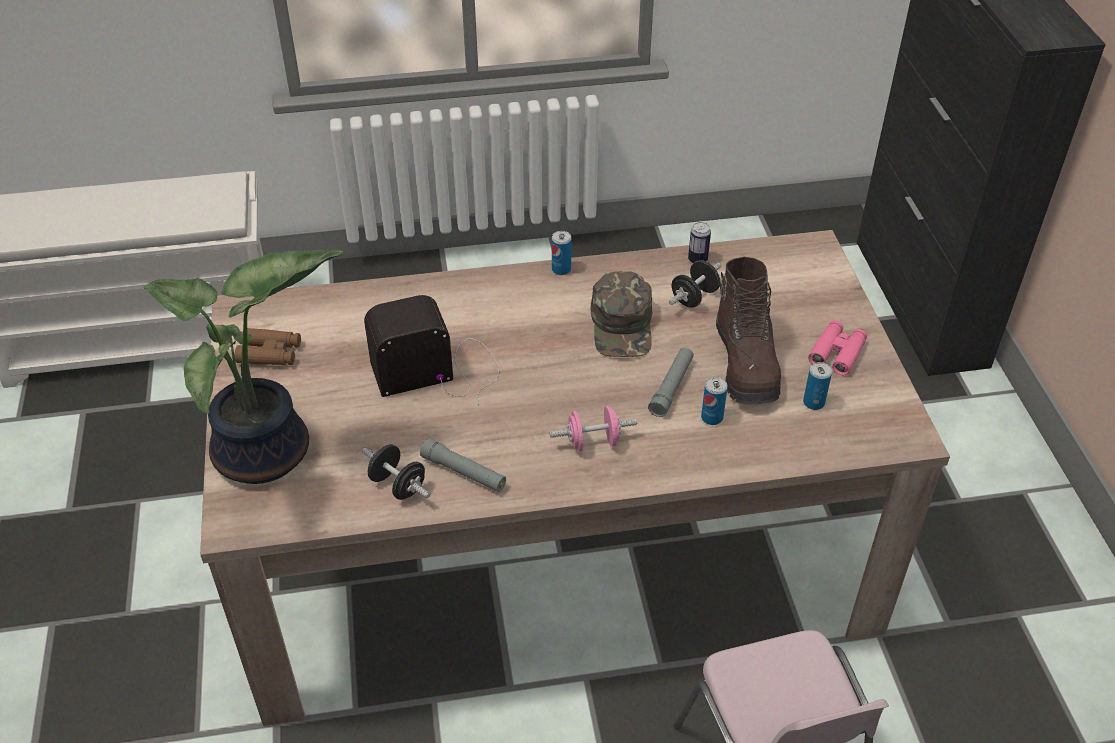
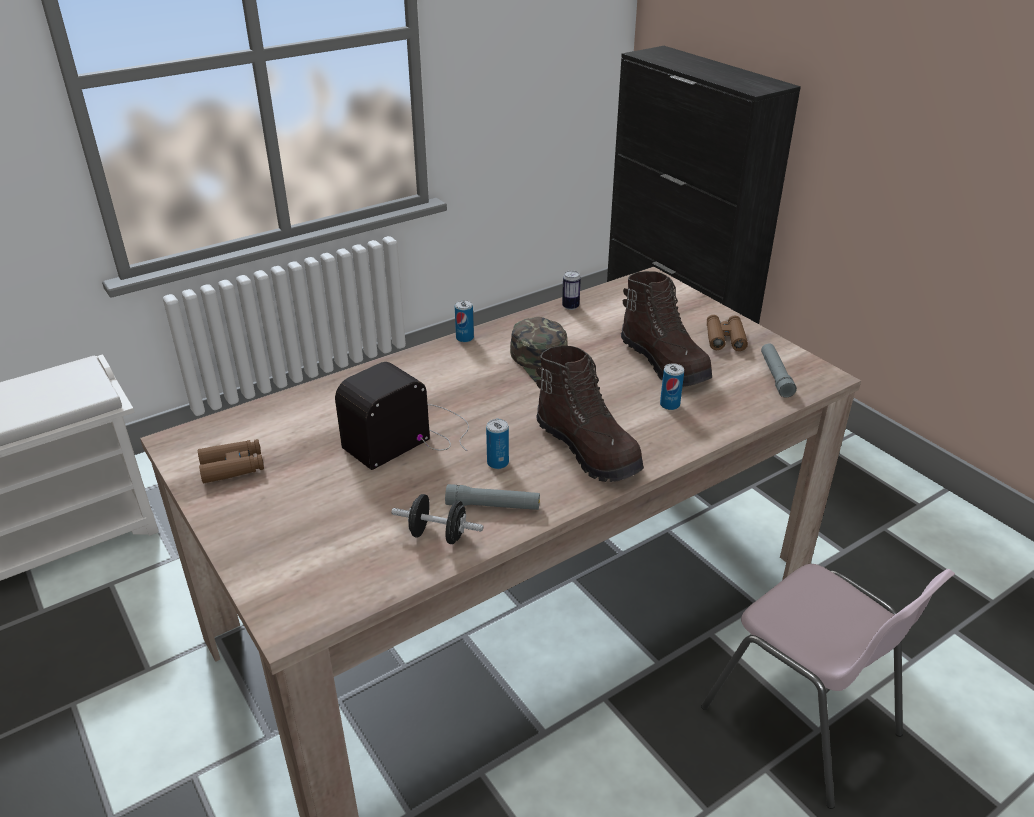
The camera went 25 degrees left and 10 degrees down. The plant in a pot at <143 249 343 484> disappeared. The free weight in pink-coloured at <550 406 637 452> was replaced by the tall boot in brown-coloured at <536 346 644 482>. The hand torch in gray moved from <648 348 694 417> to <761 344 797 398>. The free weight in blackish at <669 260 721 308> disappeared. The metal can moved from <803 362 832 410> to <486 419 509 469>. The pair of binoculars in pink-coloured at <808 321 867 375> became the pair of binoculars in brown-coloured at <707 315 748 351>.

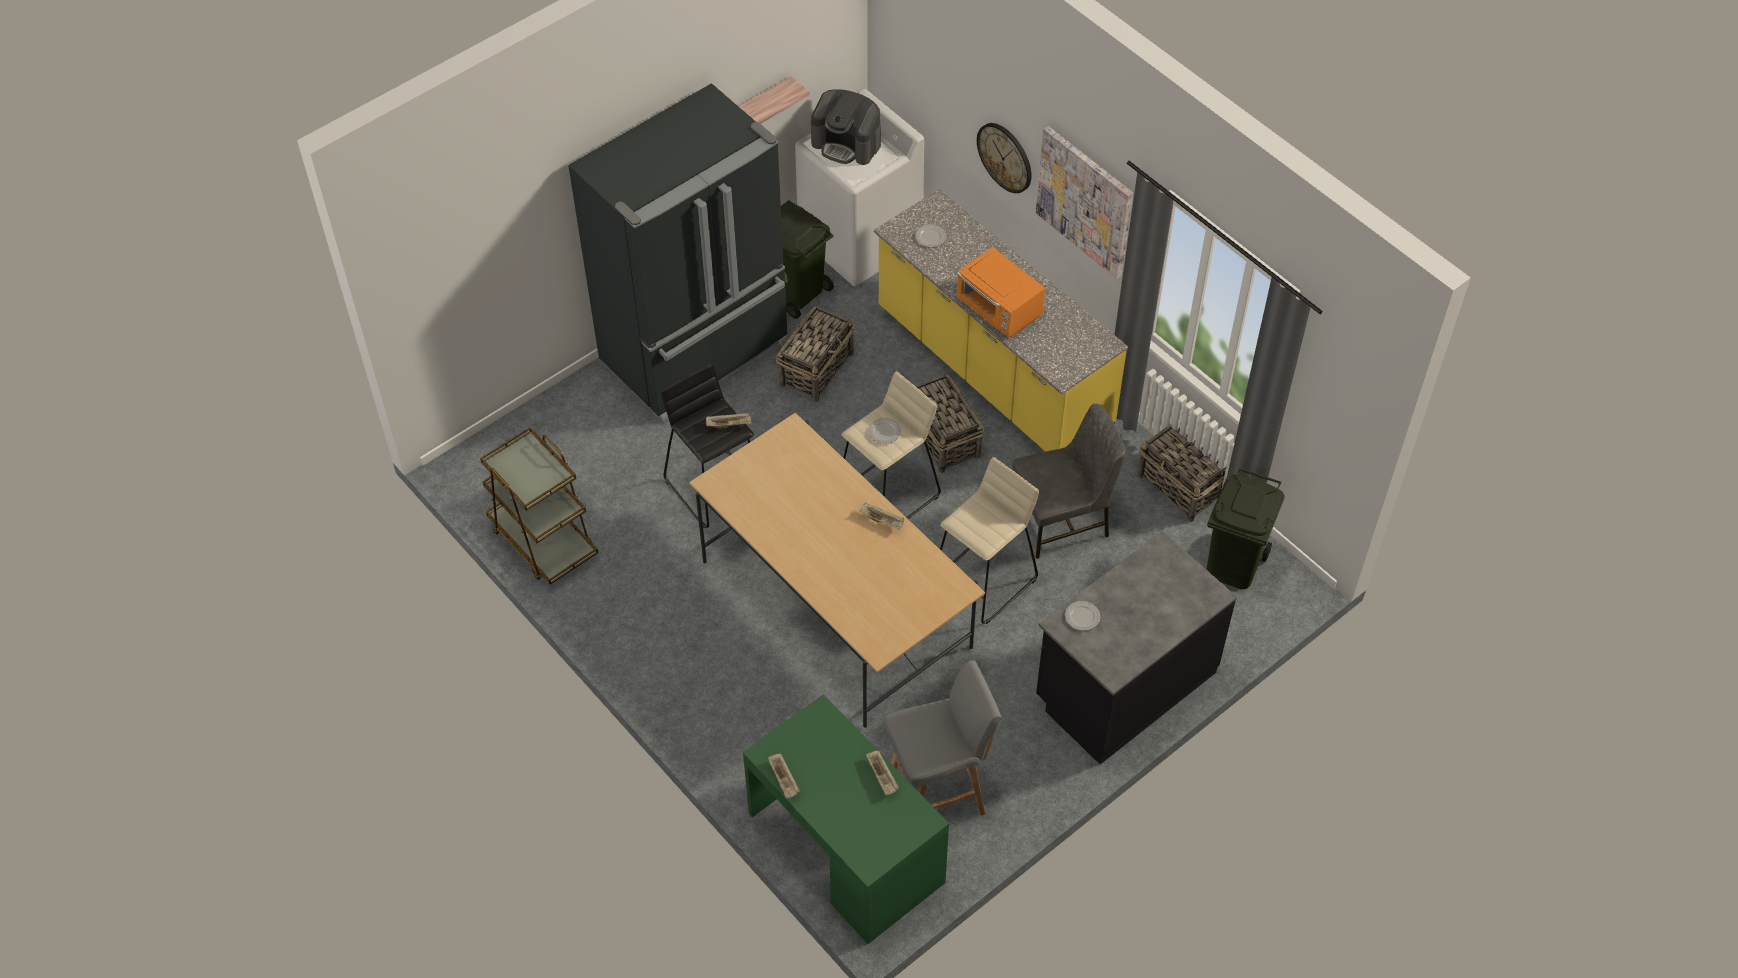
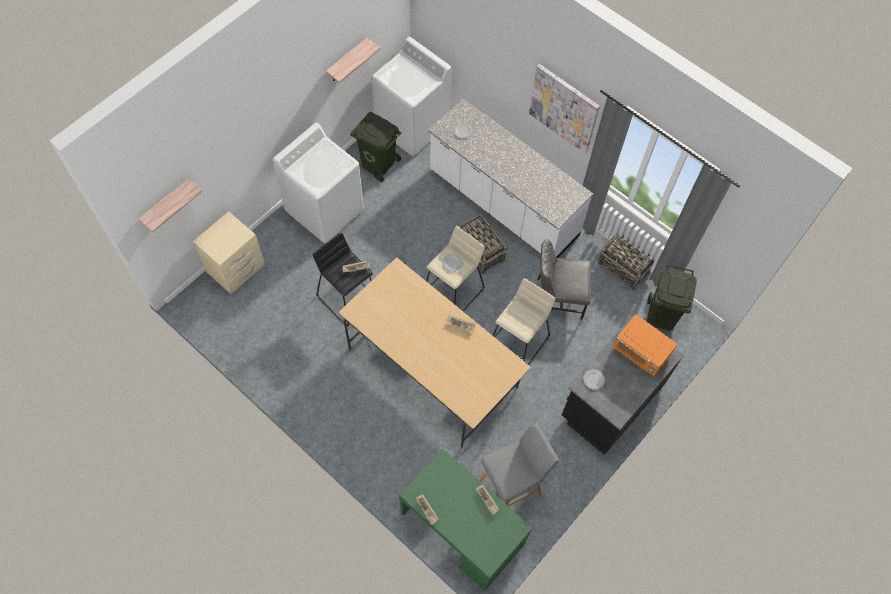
The camera went 10 degrees left and 10 degrees up. The cart in brown-coloured at <480 427 598 585> disappeared. The refrigerator in blackish at <568 83 788 423> was replaced by the laundry machine in white at <273 123 364 244>. The basket at <776 306 855 402> disappeared. The coffee brewer at <811 90 881 165> disappeared. The kitchen counter in yellow at <874 189 1128 452> became the kitchen counter in white at <428 98 593 258>. The microwave in orange moved from <957 247 1045 337> to <612 314 678 377>. The hanging clock at <977 123 1032 193> disappeared. The plain chair in gray at <1012 403 1126 559> turned 150 degrees counterclockwise. The wall shelf at <138 179 202 232> appeared. The nightstand in sand-coloured at <193 211 265 294> appeared.

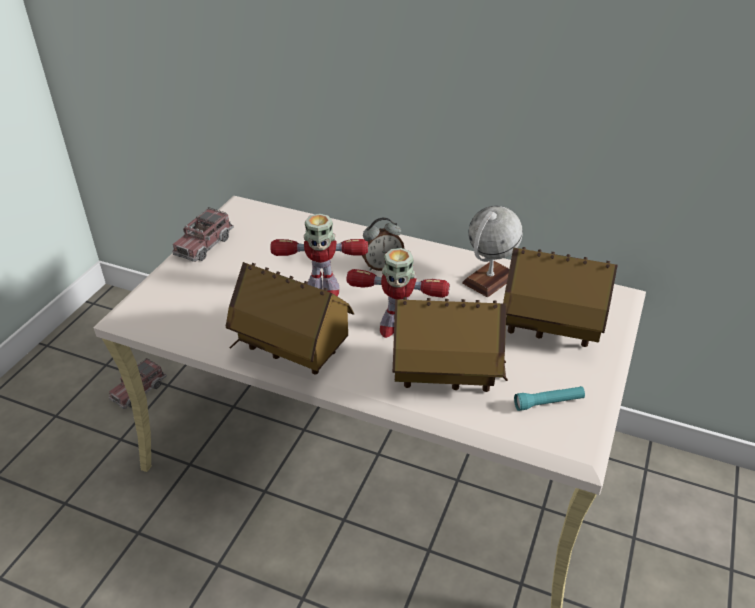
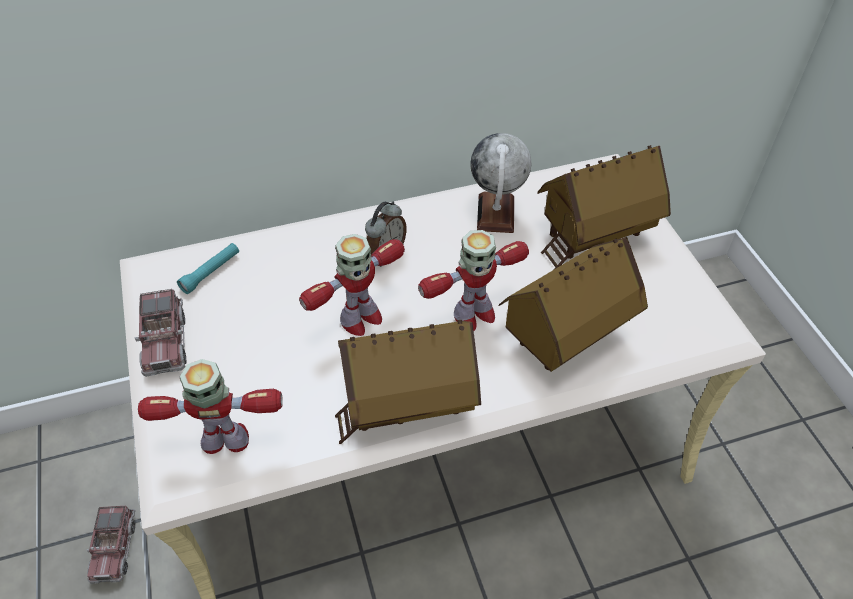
The camera went 40 degrees left and 10 degrees up. The hand torch in turquoise moved from <514 386 585 411> to <177 243 239 294>. The robot figure at <138 359 283 454> appeared.

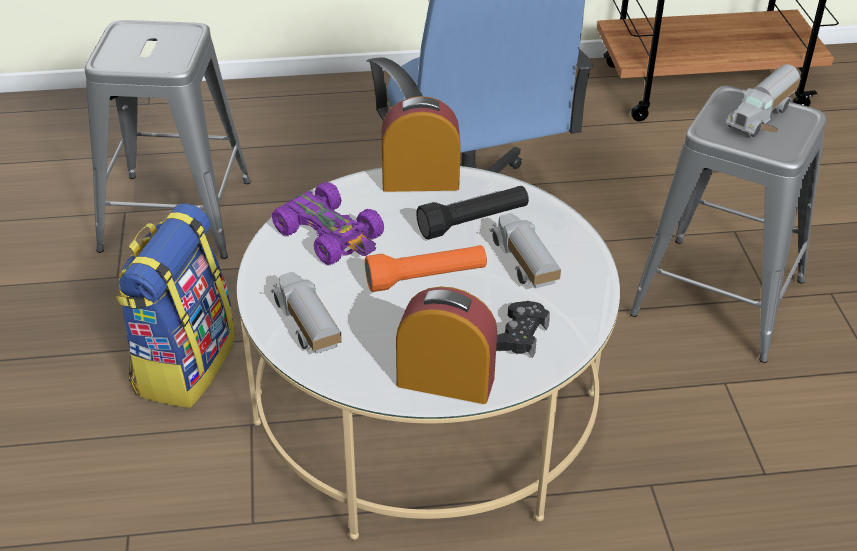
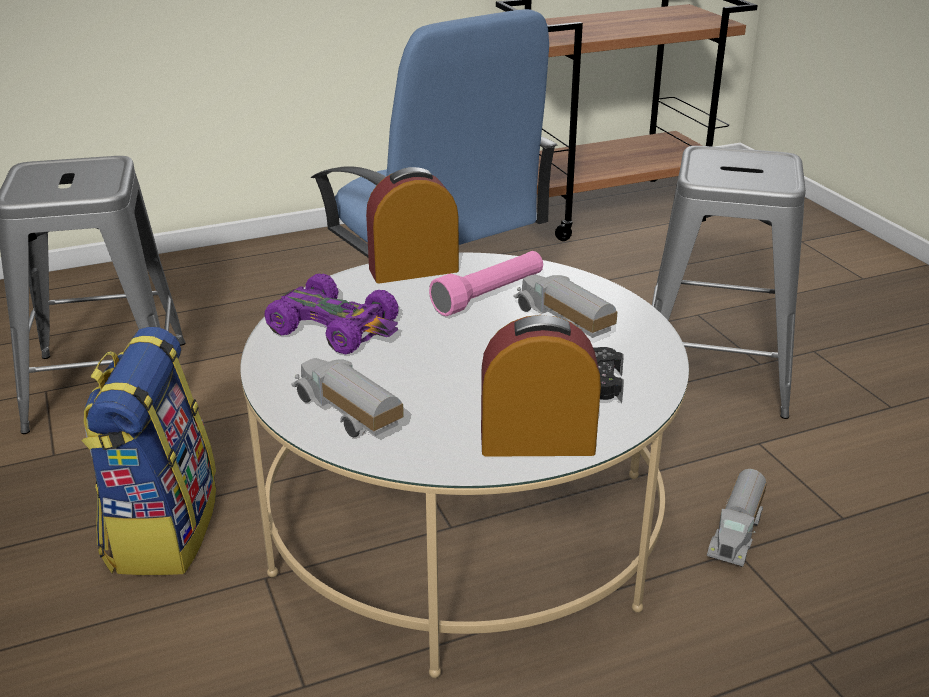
The camera went 15 degrees left and 10 degrees down. The hand torch in orange at <365 245 487 292> disappeared. The hand torch in blackish at <416 186 529 239> became the hand torch in pink-coloured at <429 251 543 316>. The toy lorry moved from <725 64 801 137> to <707 469 767 567>.

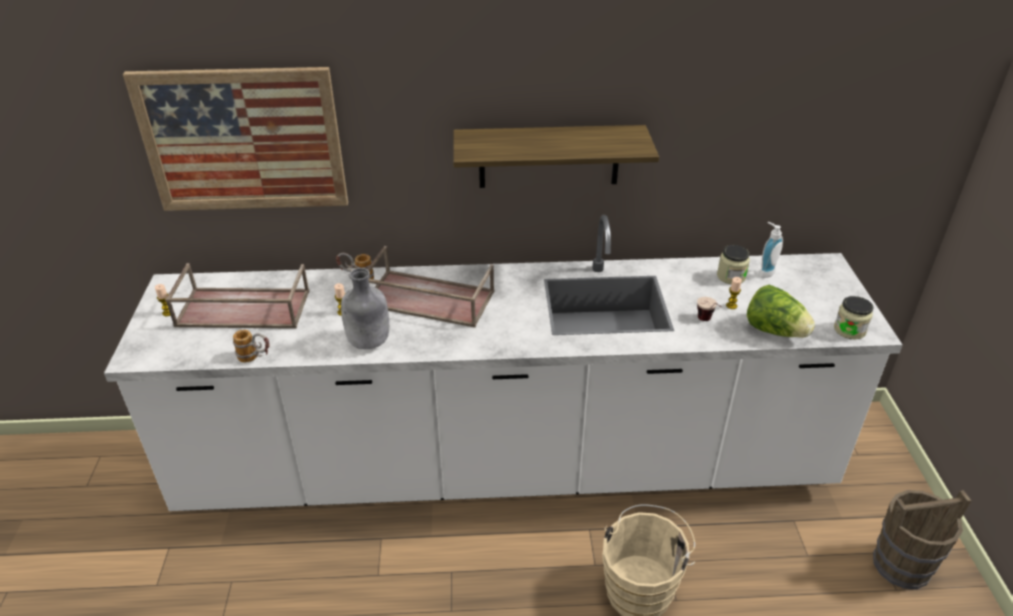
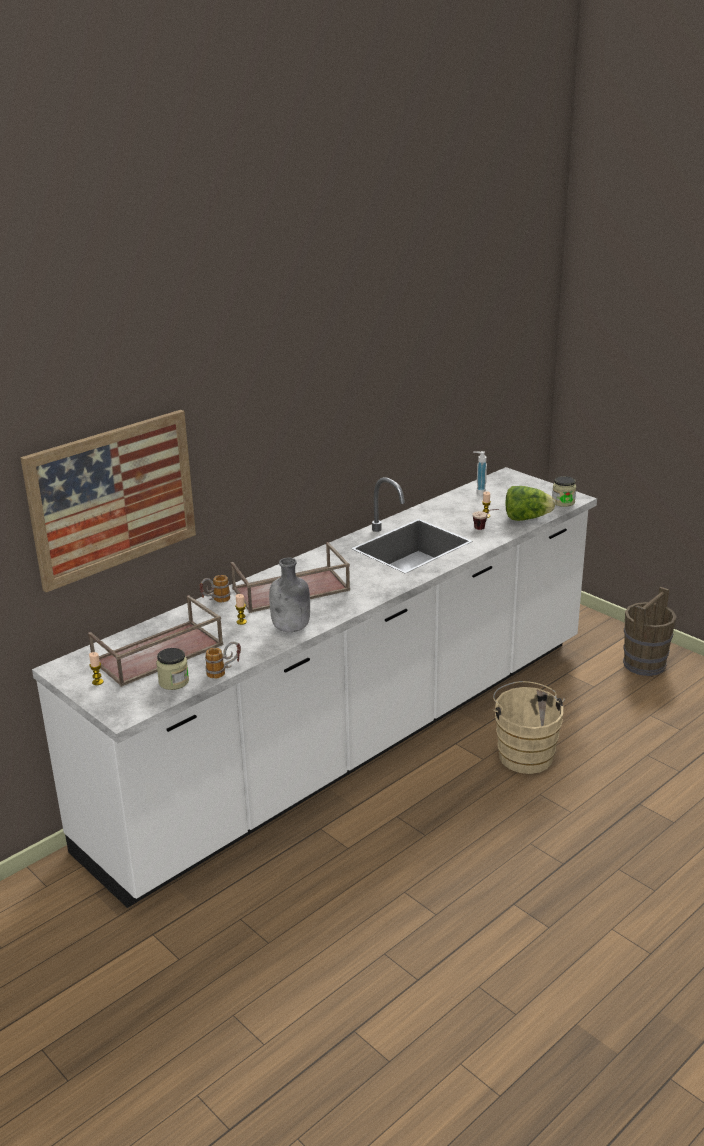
The camera went 40 degrees left and 10 degrees down. The wall shelf at <453 125 659 188> disappeared. The jar moved from <717 245 750 284> to <156 648 189 690>.

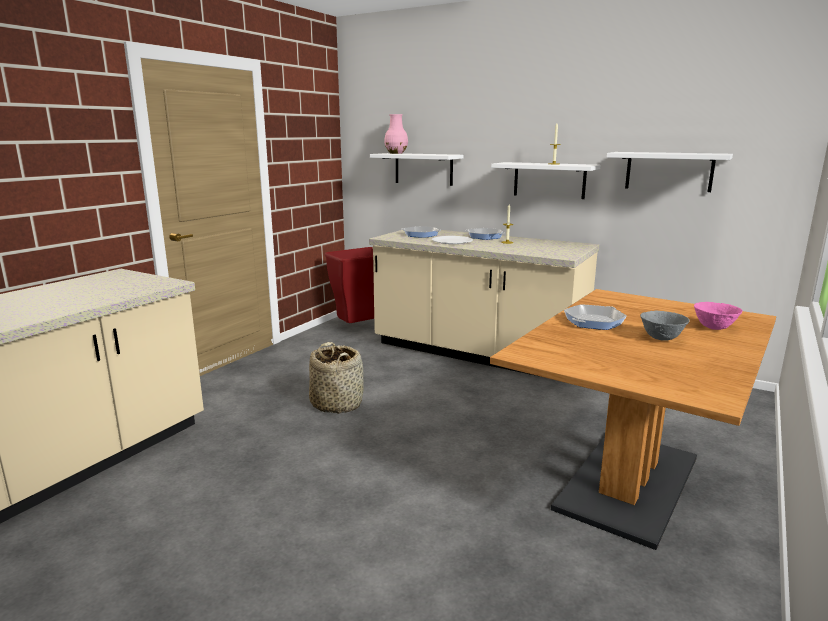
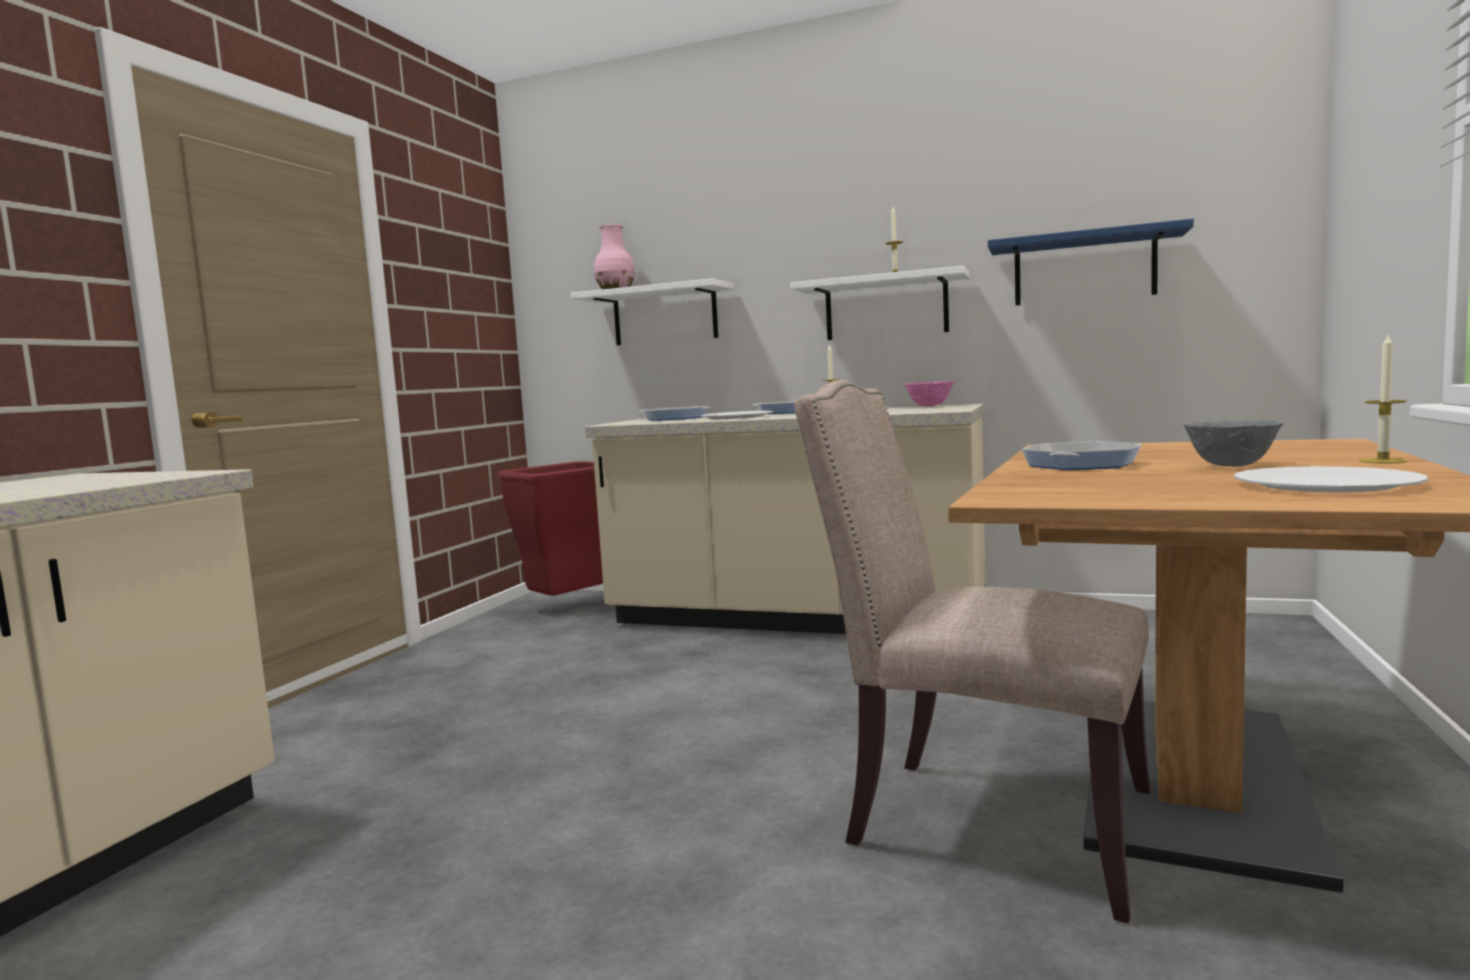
The camera went 10 degrees left and 10 degrees down. The basket at <309 342 364 414> disappeared. The wall shelf in white at <606 152 733 192> became the wall shelf in blue at <988 219 1194 306>. The deep dish in pink-coloured moved from <694 302 743 330> to <905 381 954 406>. The plain chair in sand-coloured at <795 380 1151 924> appeared. The plate in white at <1234 466 1428 493> appeared. The wax candle at <1359 335 1408 463> appeared.

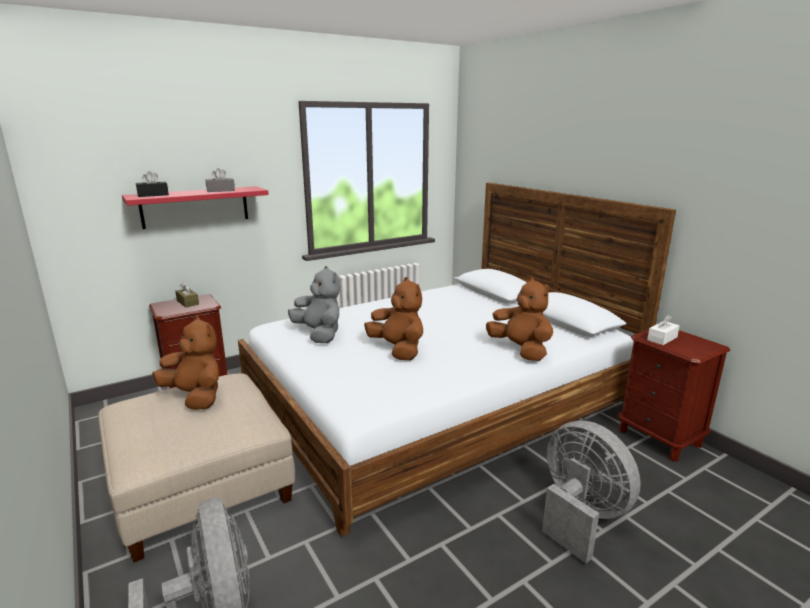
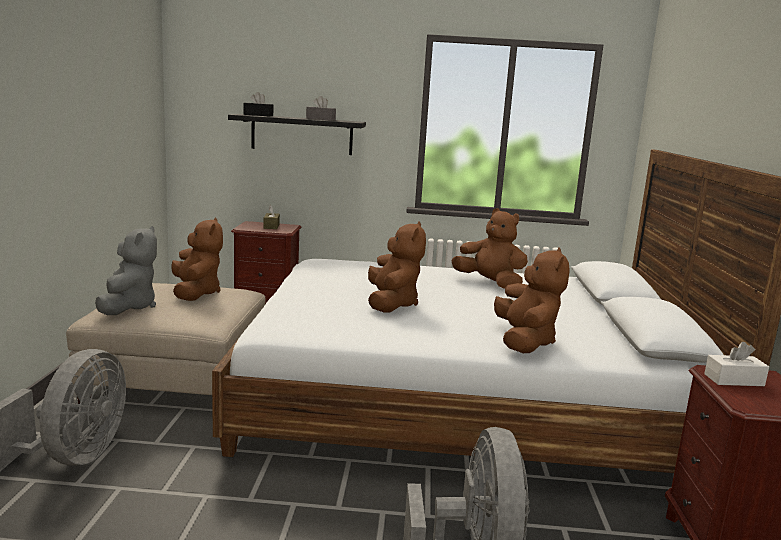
The camera went 35 degrees right and 5 degrees down. The wall shelf in reddish at <122 186 269 229> became the wall shelf in blackish at <228 114 366 155>. The plush toy in gray moved from <288 266 340 343> to <95 226 157 315>. The plush toy in brown-coloured at <451 208 528 289> appeared.

